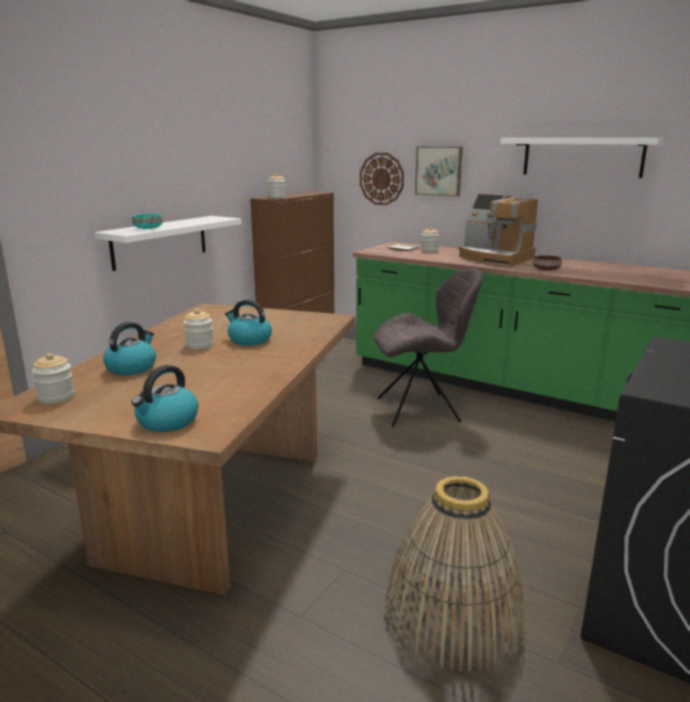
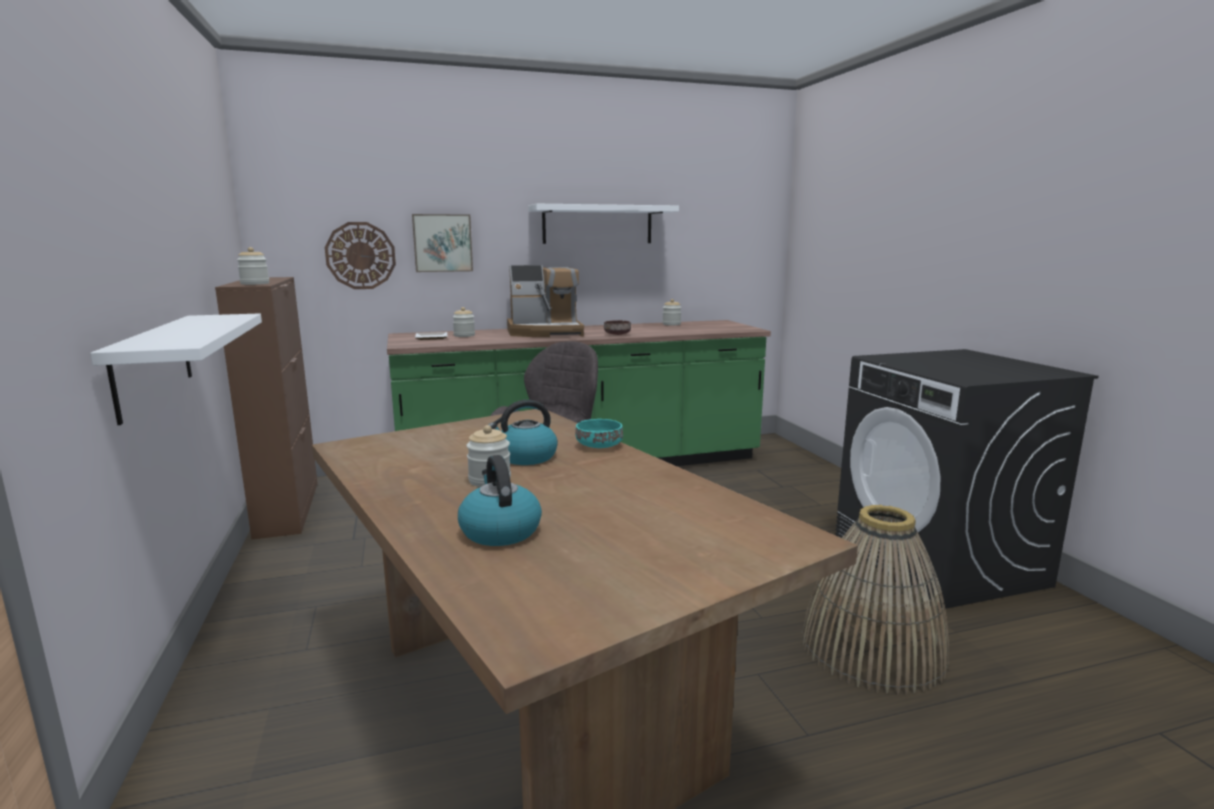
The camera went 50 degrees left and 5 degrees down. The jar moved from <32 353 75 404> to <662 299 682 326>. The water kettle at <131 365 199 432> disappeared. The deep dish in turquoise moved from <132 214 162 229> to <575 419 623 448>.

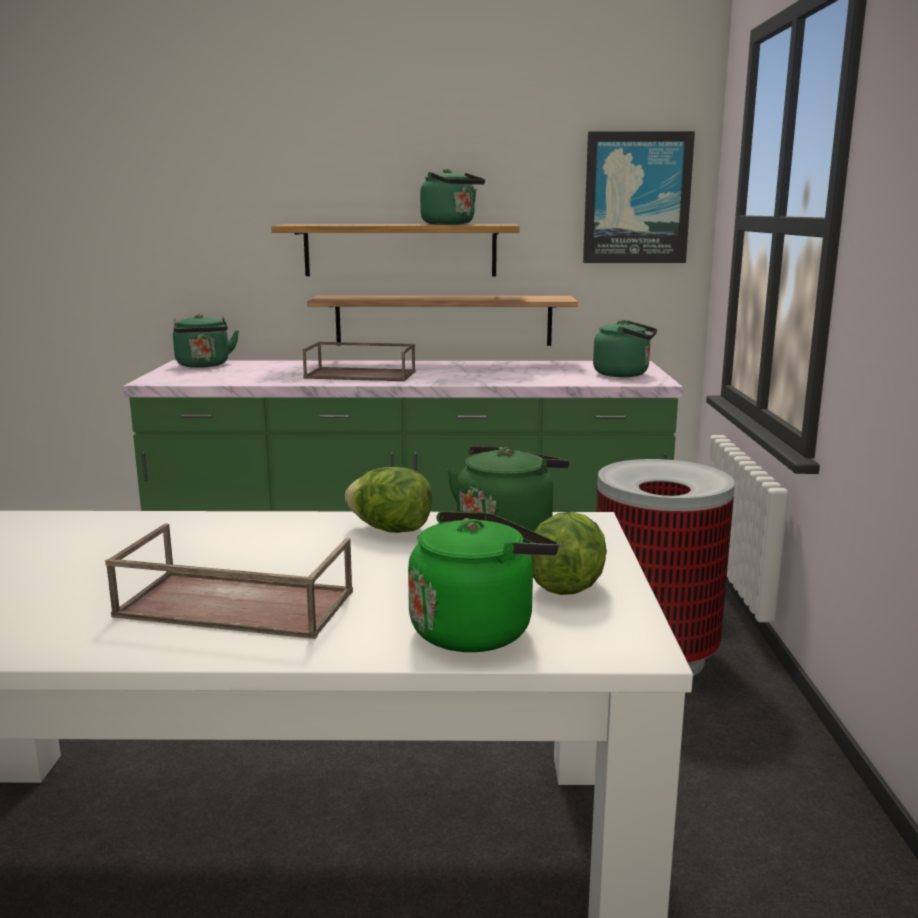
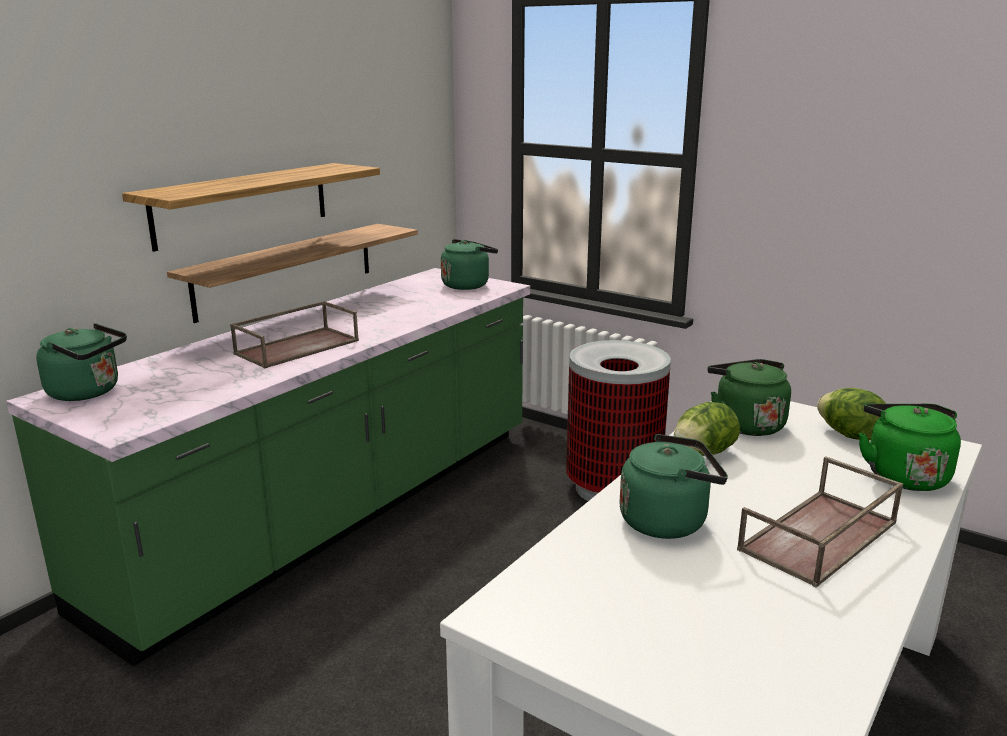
The camera went 55 degrees left and 5 degrees up. The water kettle in green-coloured moved from <420 169 485 225> to <619 434 728 539>. The picture at <583 131 695 263> disappeared.

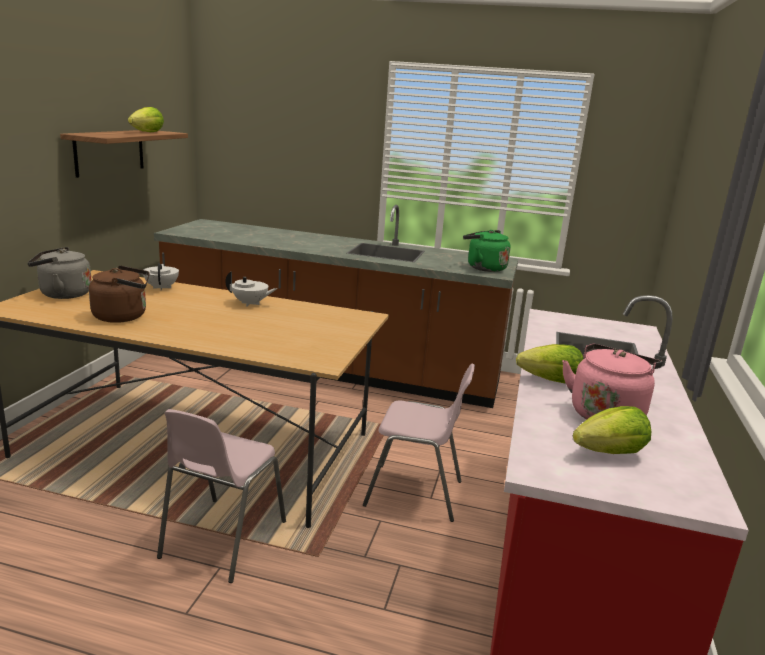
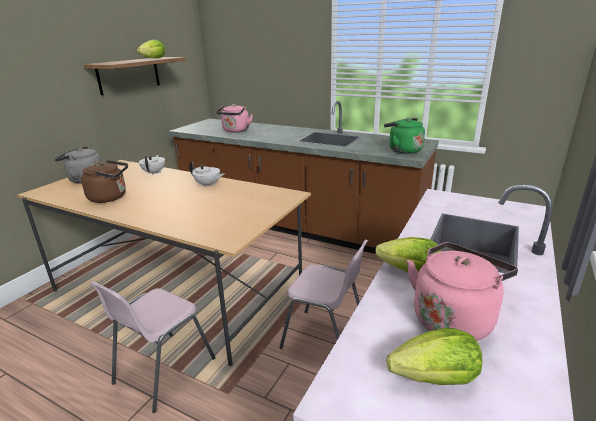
The camera went 15 degrees right and 5 degrees up. The water kettle in pink-coloured at <216 104 253 133> appeared.

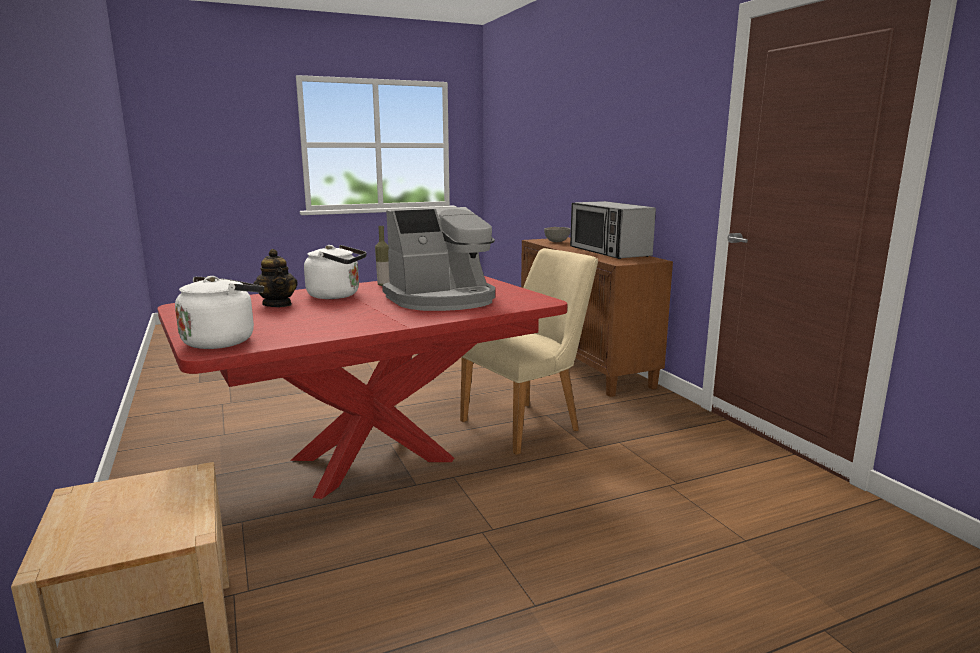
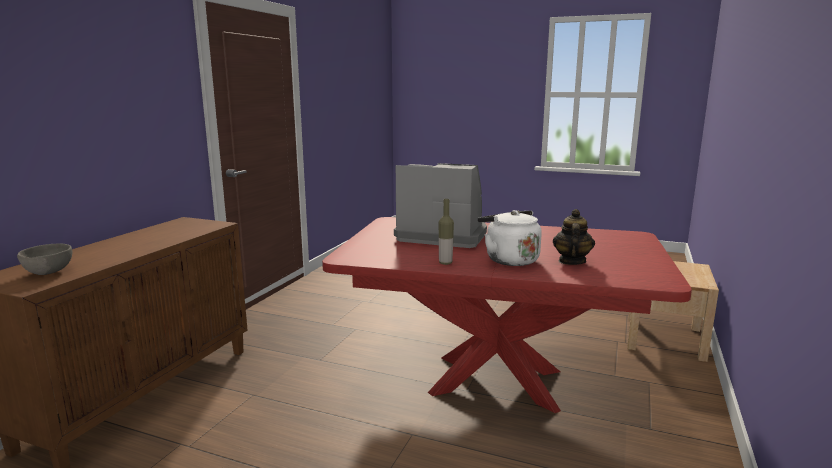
The camera went 135 degrees left and 0 degrees up. The water kettle in white at <175 276 264 349> disappeared. The plain chair in sand-coloured at <460 248 598 455> disappeared. The microwave at <570 201 656 259> disappeared.

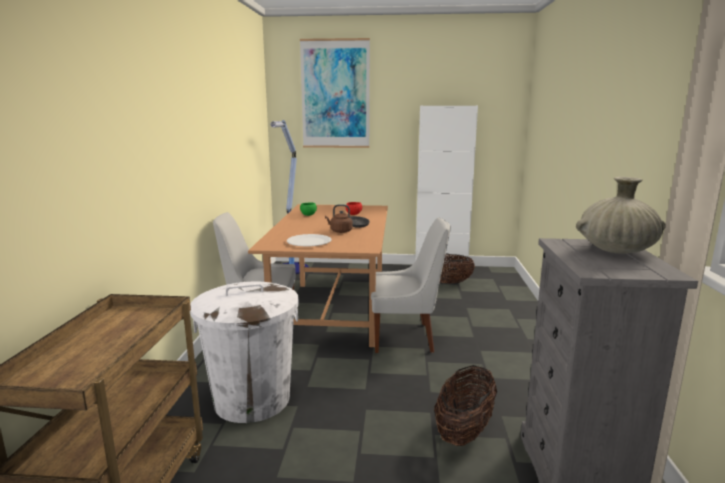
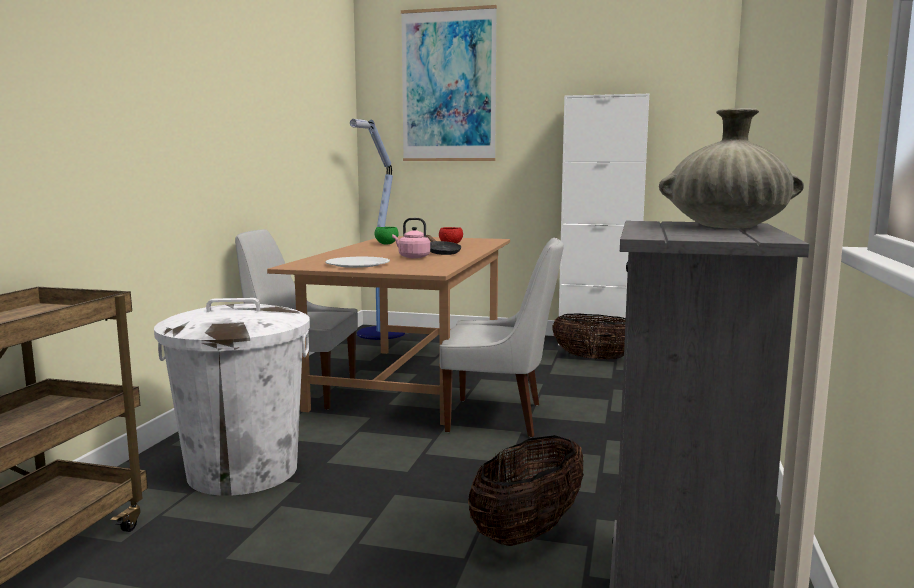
The camera went 10 degrees right and 5 degrees down. The water kettle in brown-coloured at <325 204 352 233> became the water kettle in pink-coloured at <392 218 430 258>.

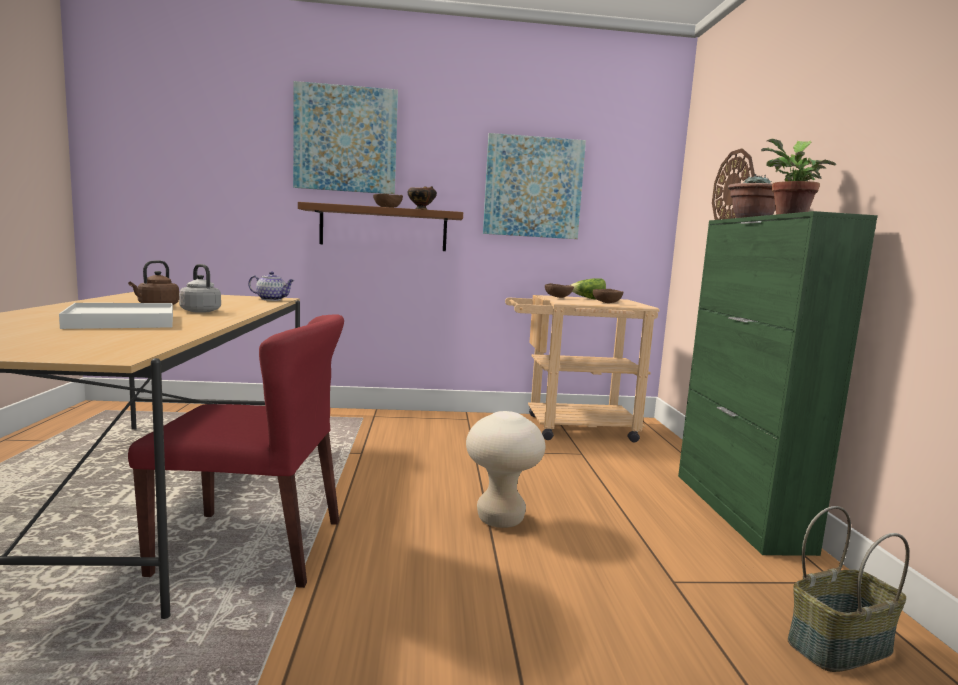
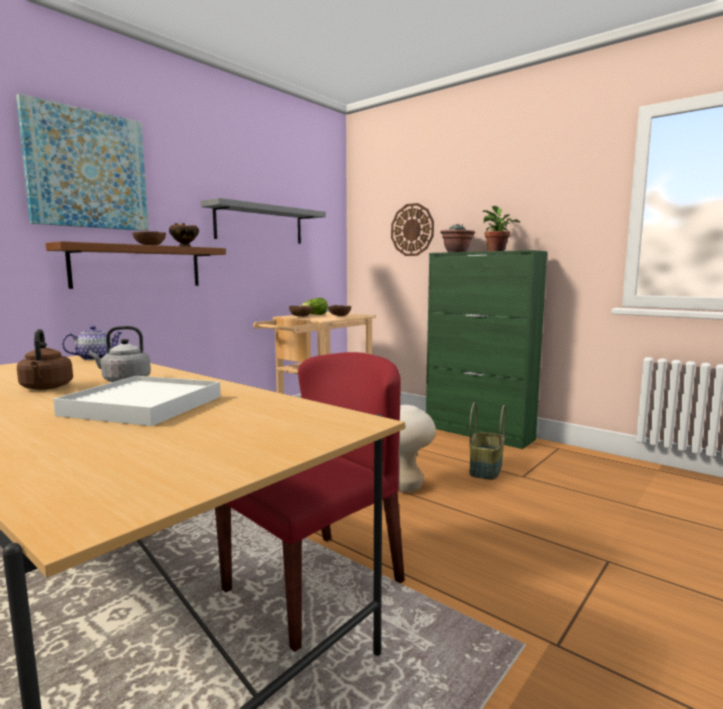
The camera went 45 degrees left and 0 degrees up. The picture at <483 133 586 239> was replaced by the wall shelf in gray at <201 198 326 244>. The basket moved from <788 506 910 672> to <469 402 506 480>.

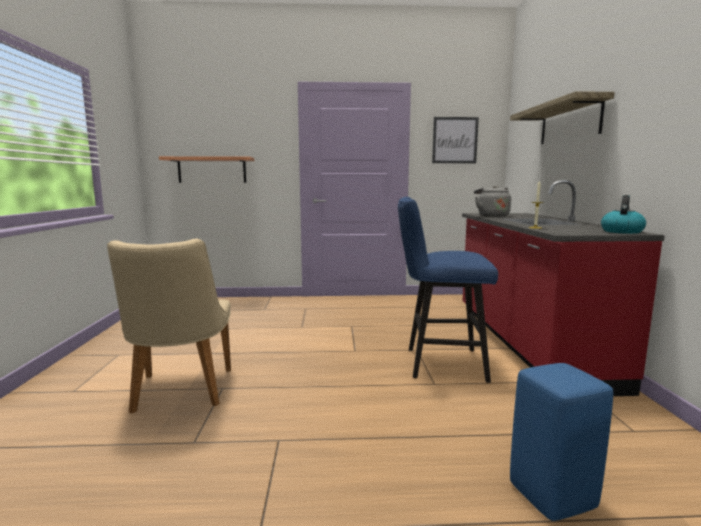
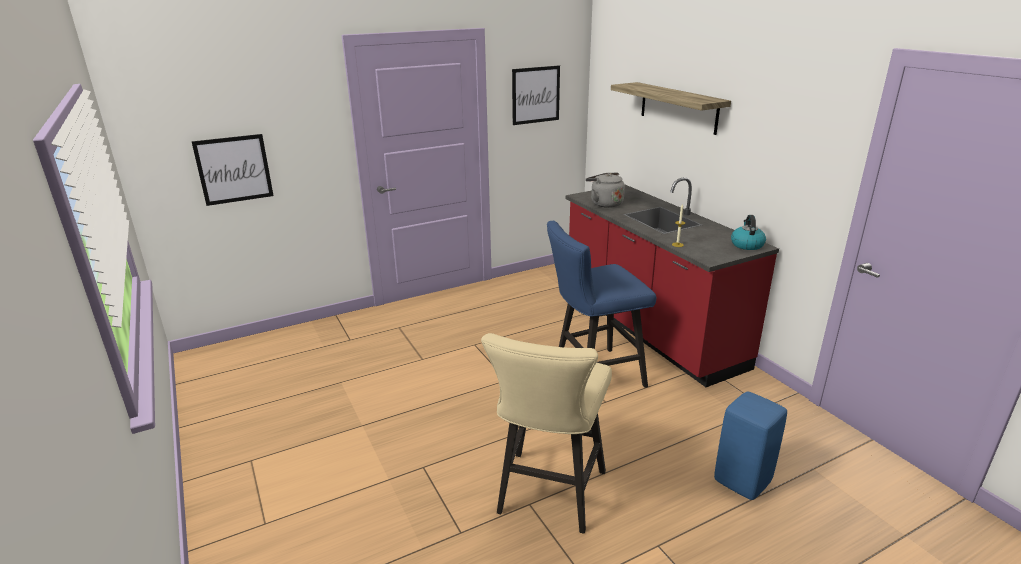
The camera went 25 degrees left and 15 degrees up. The plain chair in sand-coloured at <107 239 231 414> disappeared. The wall shelf at <159 156 254 183> was replaced by the picture at <191 134 274 206>. The stool in sand-coloured at <481 333 612 534> appeared.

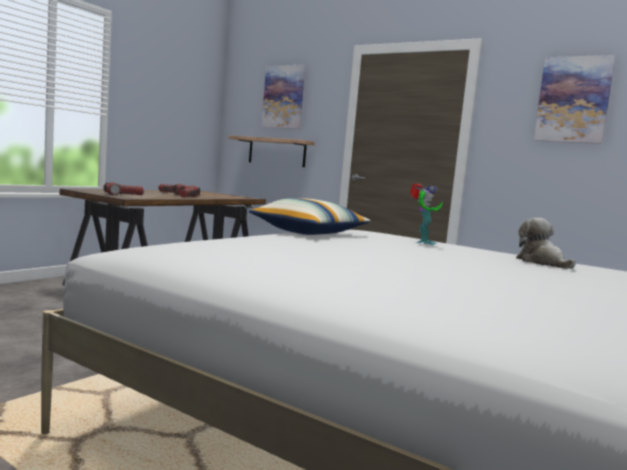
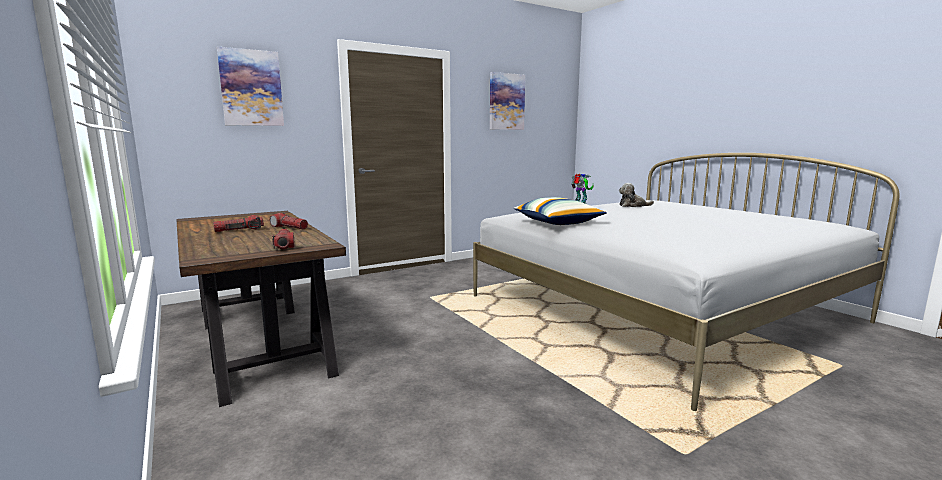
The camera went 65 degrees left and 5 degrees up. The wall shelf at <229 136 315 167> disappeared.

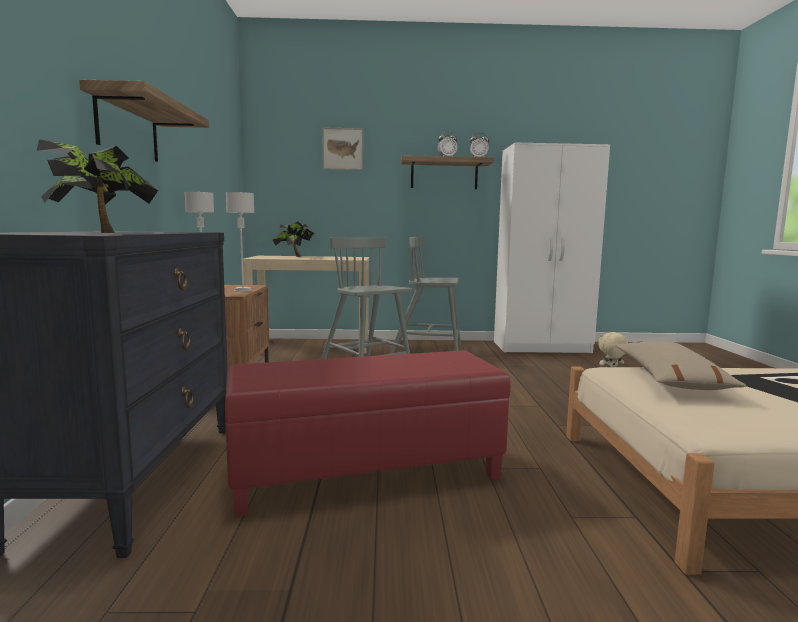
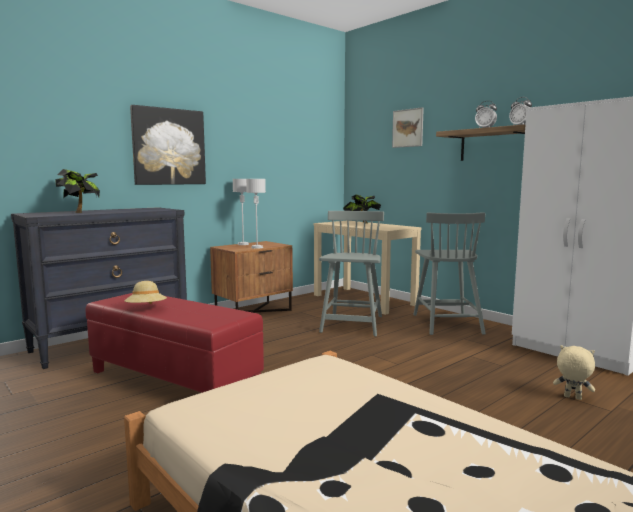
The camera went 50 degrees right and 0 degrees up. The wall shelf at <79 80 209 162> was replaced by the picture at <130 105 206 185>. The plain chair in gray at <390 236 461 353> turned 150 degrees counterclockwise. The throw pillow in sand-coloured at <615 341 746 390> disappeared. The clothing hat in sand-coloured at <124 281 167 304> appeared.

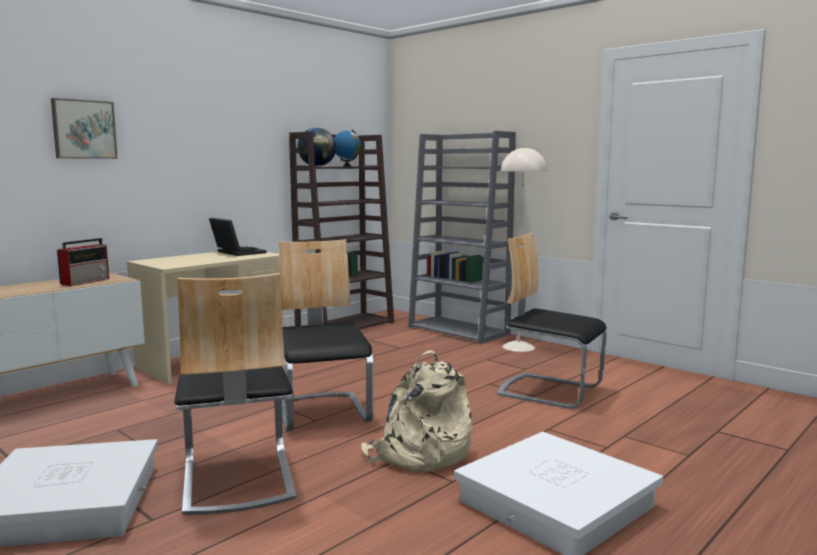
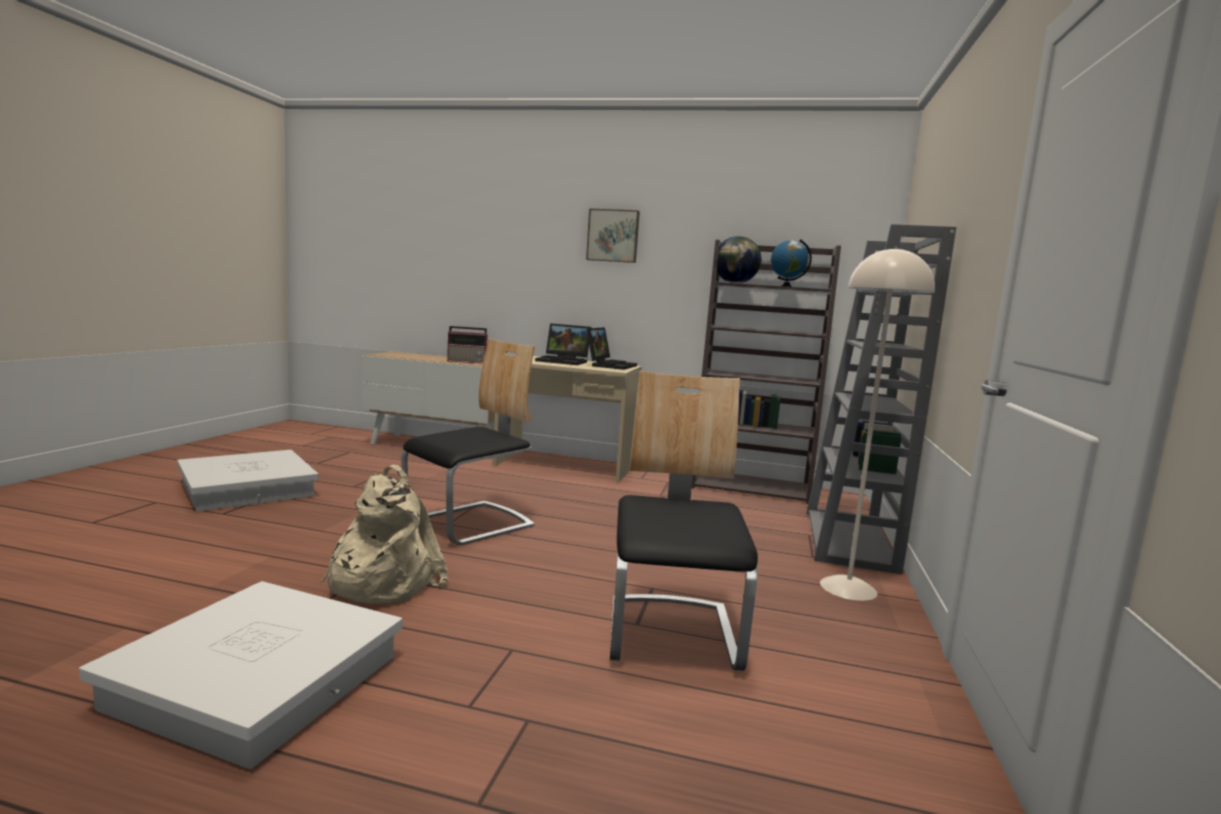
The camera went 60 degrees right and 0 degrees up. The picture moved from <51 98 118 159> to <586 209 640 263>. The plain chair at <174 273 297 515> disappeared. The laptop at <535 323 591 365> appeared.

